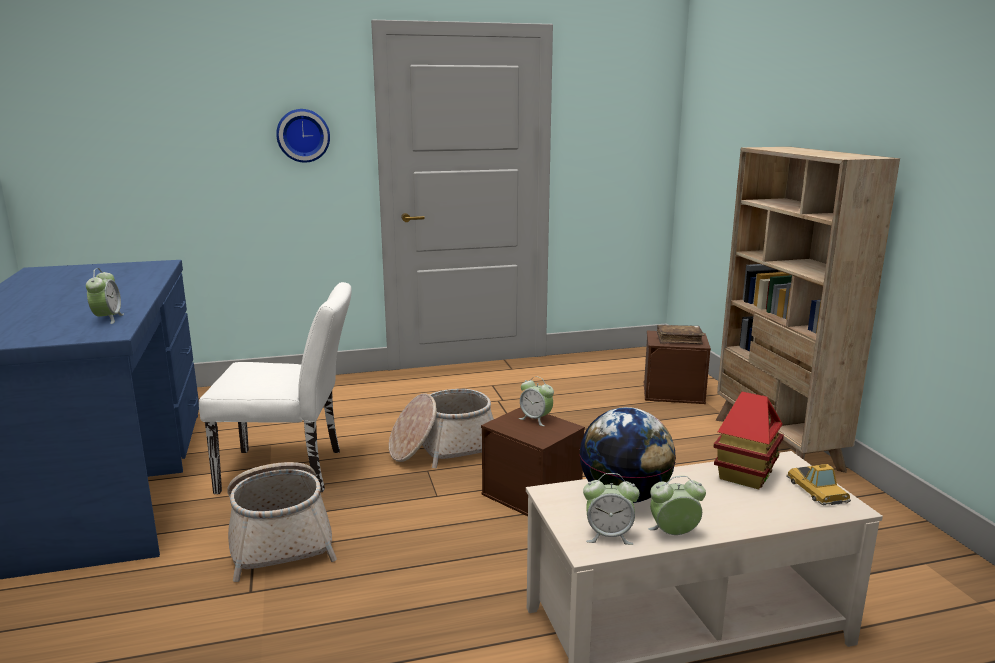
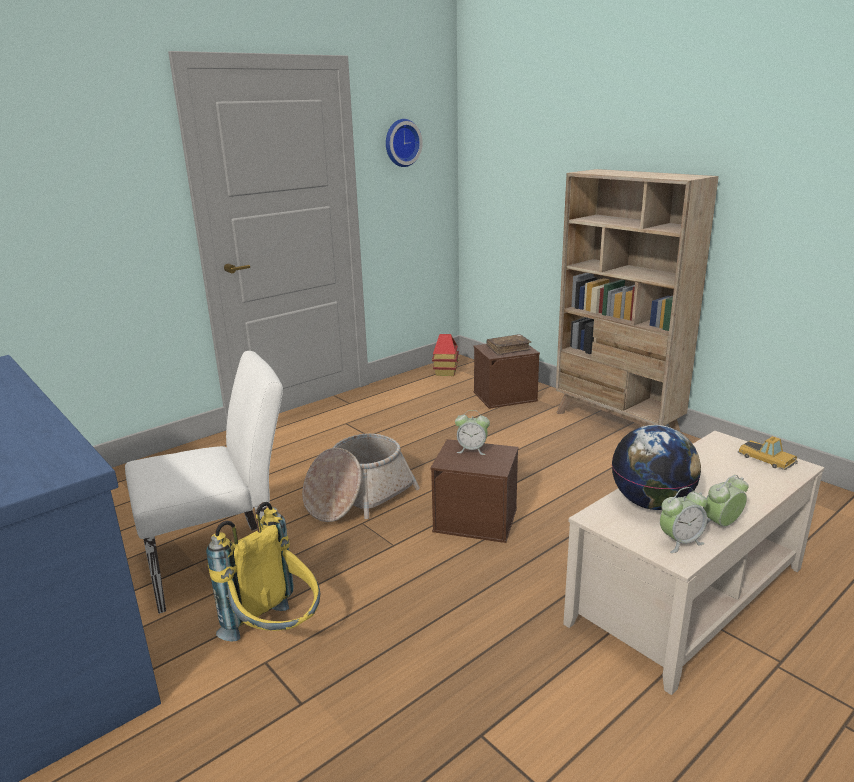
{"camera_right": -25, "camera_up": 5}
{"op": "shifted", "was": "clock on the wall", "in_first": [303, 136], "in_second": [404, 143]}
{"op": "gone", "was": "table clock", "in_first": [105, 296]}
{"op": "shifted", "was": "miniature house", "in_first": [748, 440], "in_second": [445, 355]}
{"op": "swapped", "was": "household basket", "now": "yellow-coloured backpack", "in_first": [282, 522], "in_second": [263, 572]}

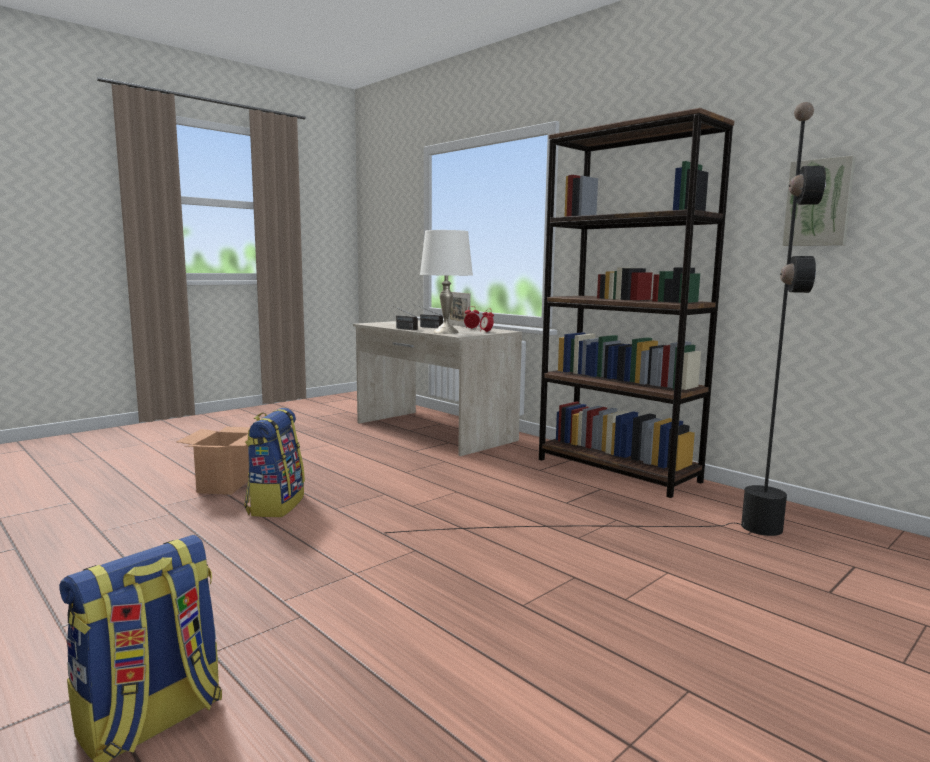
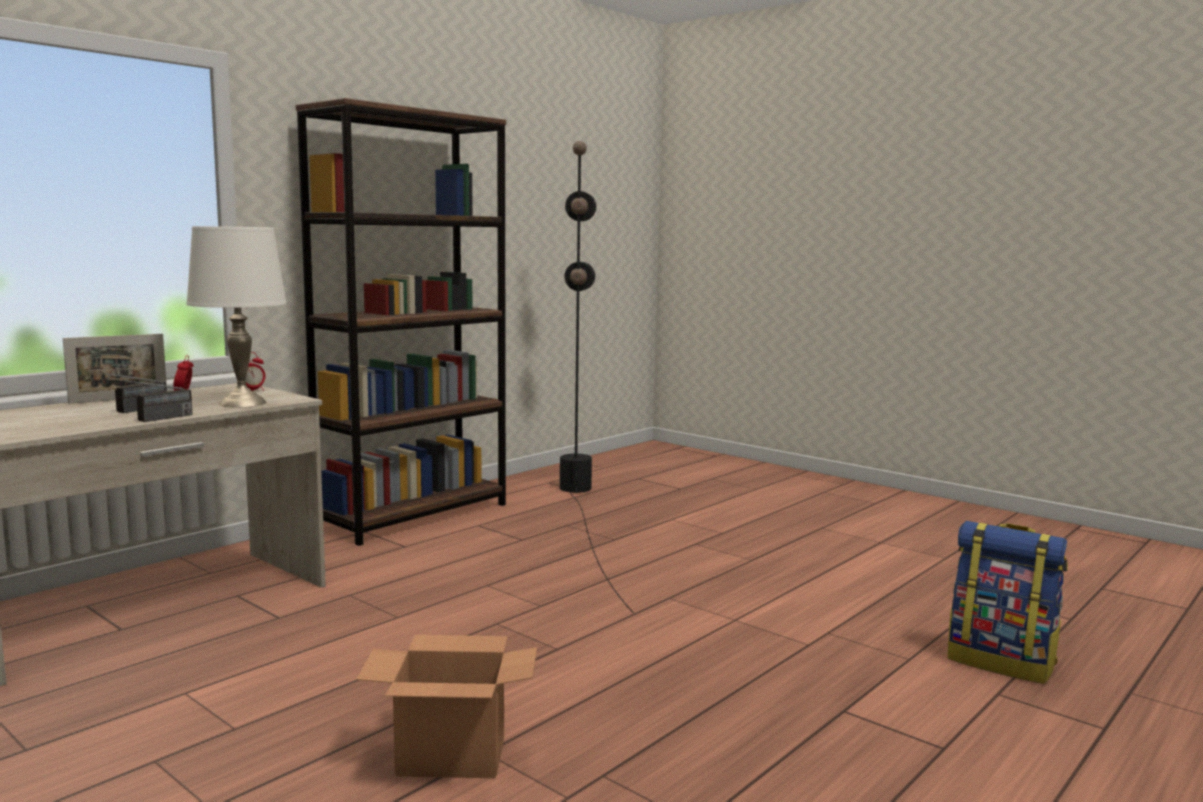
{"camera_right": -95, "camera_up": 0}
{"op": "gone", "was": "picture", "in_first": [819, 200]}
{"op": "gone", "was": "backpack", "in_first": [274, 462]}

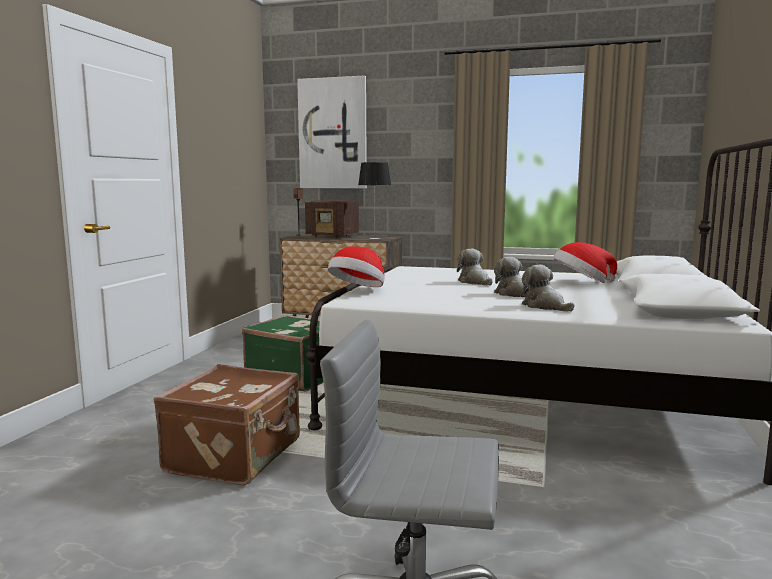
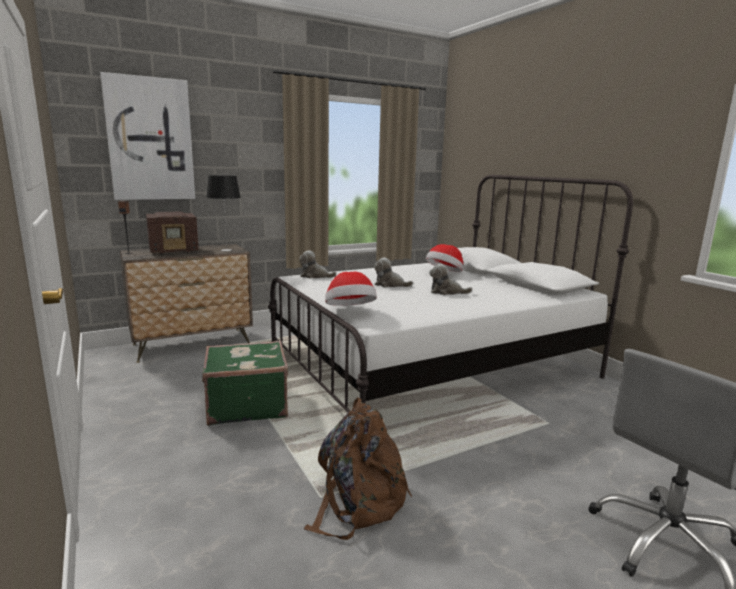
{"camera_right": -45, "camera_up": 5}
{"op": "shifted", "was": "soft toy", "in_first": [548, 288], "in_second": [318, 264]}
{"op": "swapped", "was": "brown suitcase", "now": "brown backpack", "in_first": [227, 425], "in_second": [358, 468]}

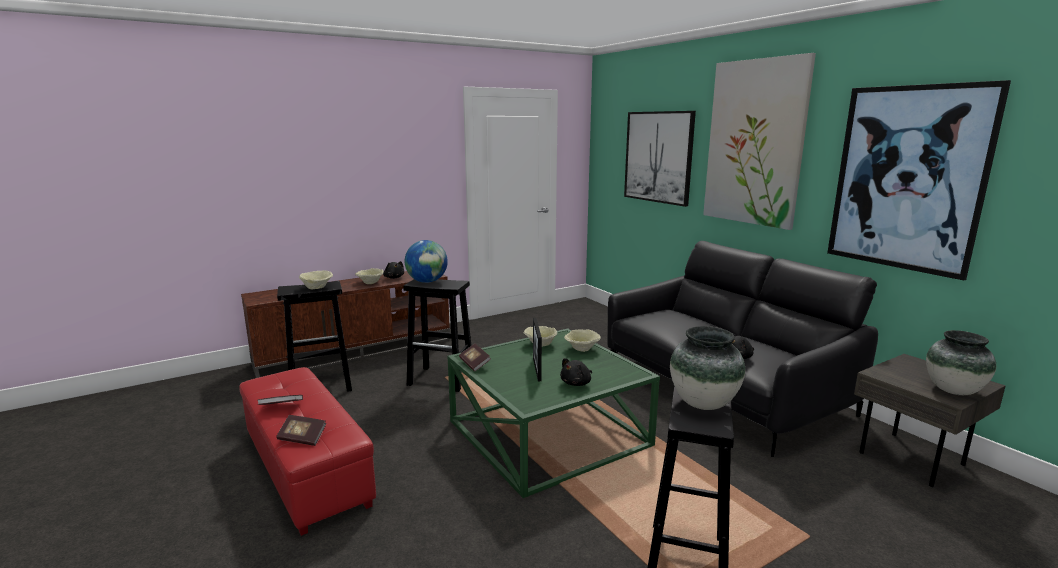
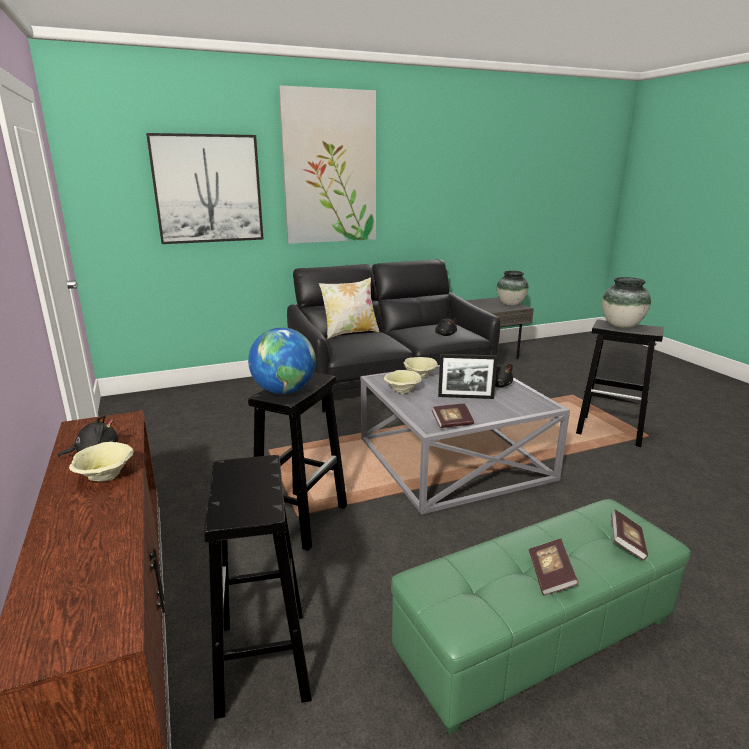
{"camera_right": -80, "camera_up": 5}
{"op": "gone", "was": "picture", "in_first": [919, 180]}
{"op": "gone", "was": "beige bowl", "in_first": [316, 279]}
{"op": "repainted", "was": "greenish lounge table", "now": "gray lounge table", "in_first": [553, 413], "in_second": [465, 439]}
{"op": "repainted", "was": "red pouffe", "now": "greenish pouffe", "in_first": [307, 451], "in_second": [541, 617]}
{"op": "new", "now": "pillow", "in_second": [349, 308]}

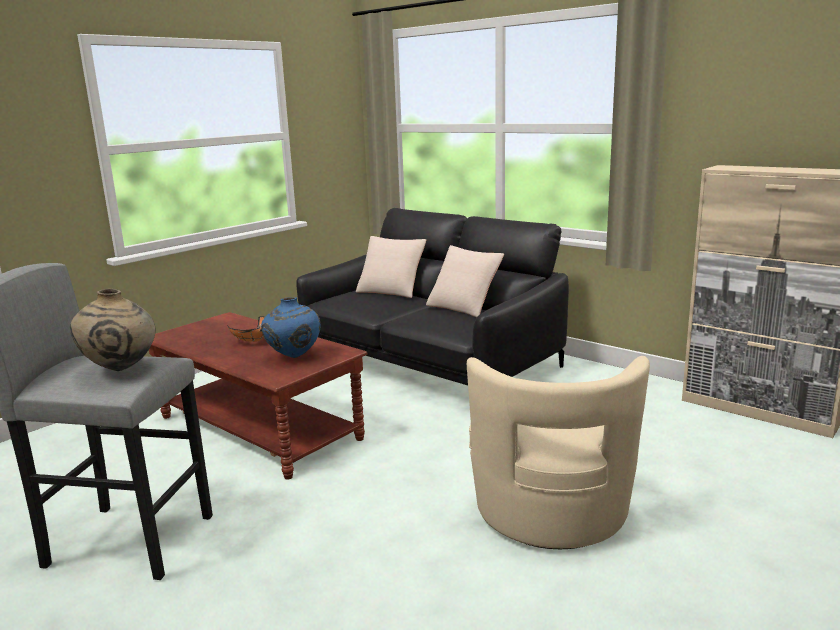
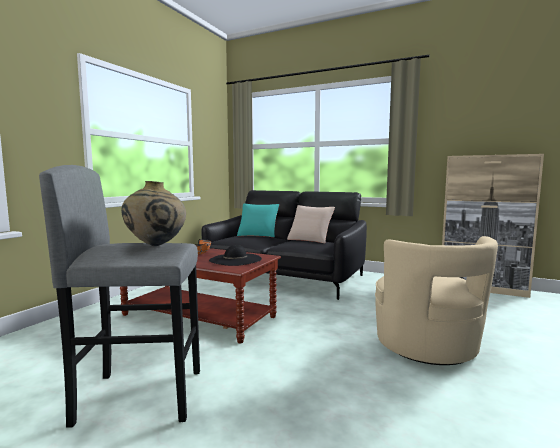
{"camera_right": -15, "camera_up": -10}
{"op": "repainted", "was": "beige pillow", "now": "turquoise-coloured pillow", "in_first": [391, 267], "in_second": [258, 220]}
{"op": "swapped", "was": "blue decorative vase", "now": "black clothing hat", "in_first": [291, 327], "in_second": [235, 255]}

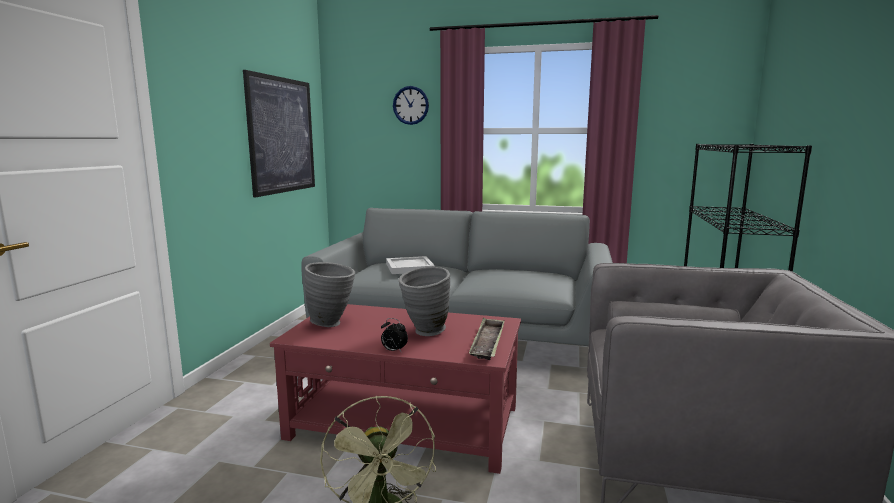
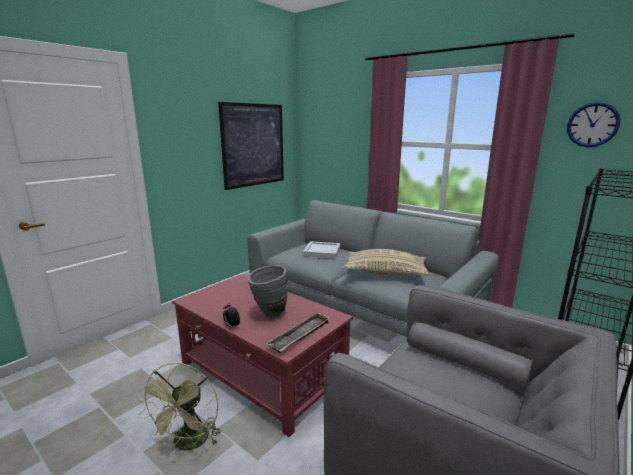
{"camera_right": 25, "camera_up": 5}
{"op": "shifted", "was": "clock on the wall", "in_first": [411, 105], "in_second": [593, 124]}
{"op": "gone", "was": "gray decorative vase", "in_first": [330, 294]}
{"op": "new", "now": "beige pillow", "in_second": [386, 262]}

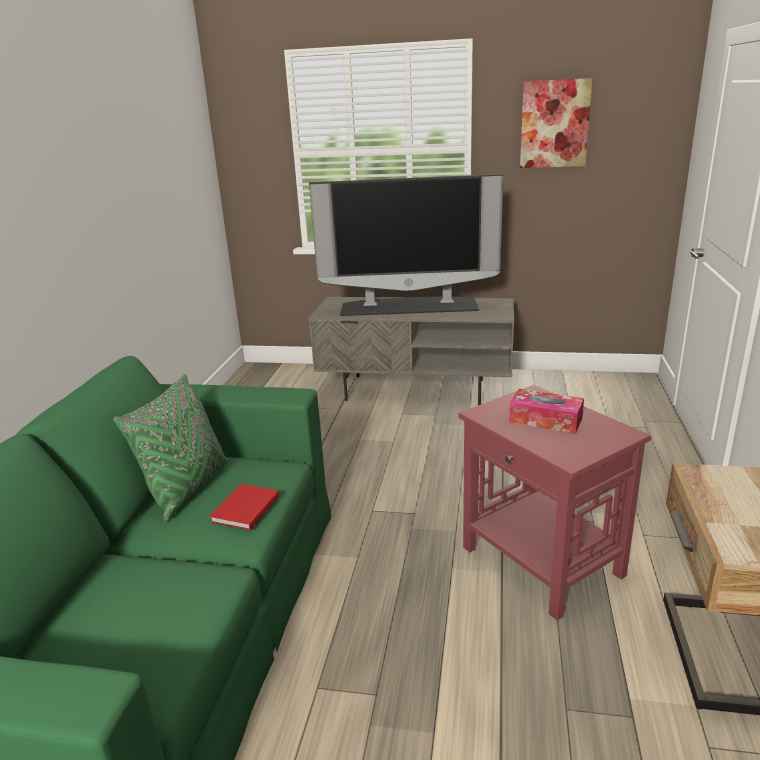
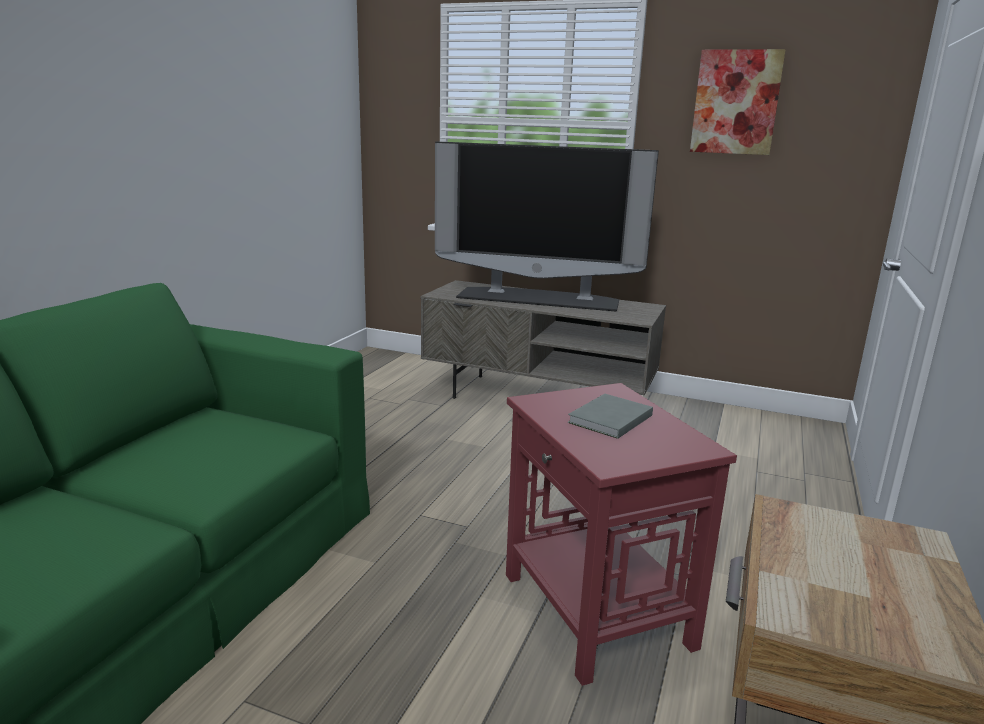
{"camera_right": 10, "camera_up": -5}
{"op": "gone", "was": "greenish pillow", "in_first": [170, 448]}
{"op": "swapped", "was": "tissue box", "now": "gray book", "in_first": [546, 411], "in_second": [610, 416]}
{"op": "gone", "was": "red book", "in_first": [244, 507]}

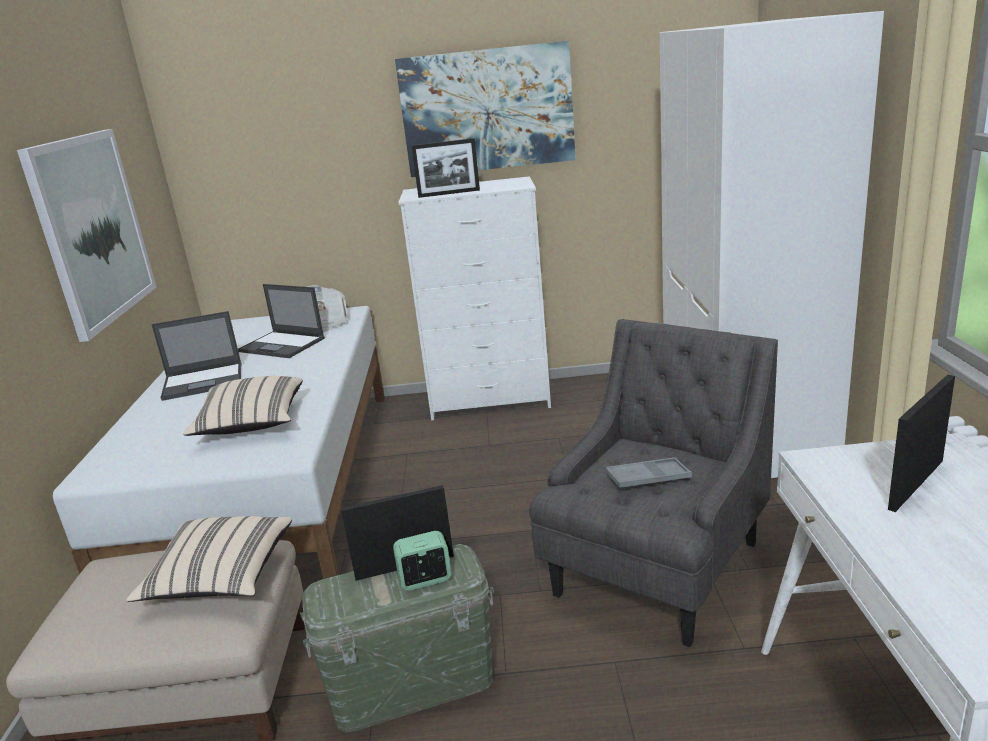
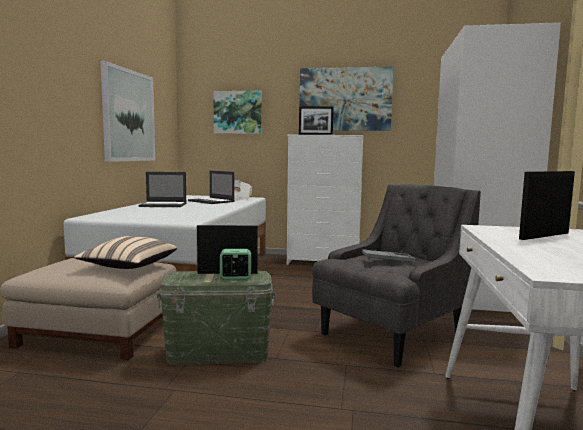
{"camera_right": 10, "camera_up": -15}
{"op": "gone", "was": "beige pillow", "in_first": [243, 406]}
{"op": "new", "now": "picture", "in_second": [237, 112]}

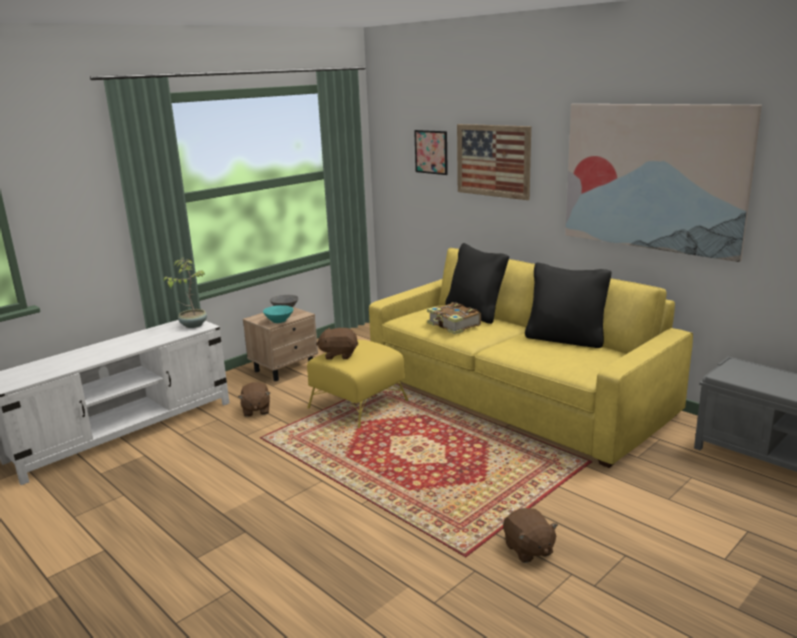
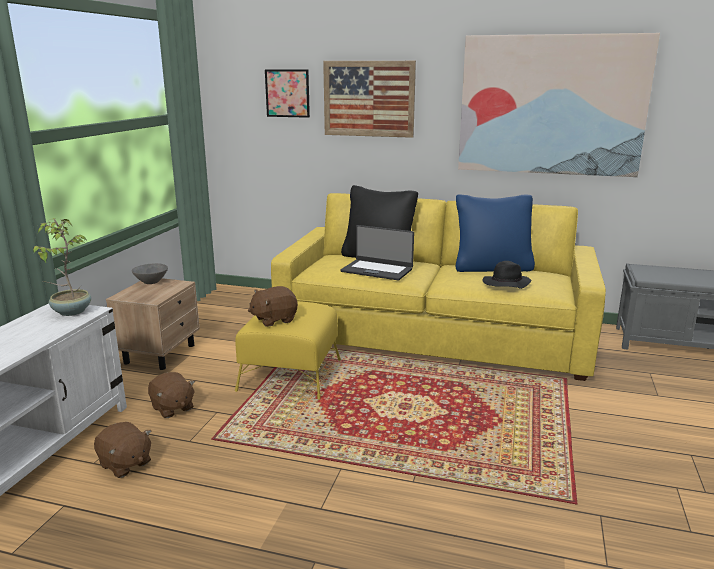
{"camera_right": -30, "camera_up": 0}
{"op": "repainted", "was": "black pillow", "now": "blue pillow", "in_first": [568, 305], "in_second": [495, 233]}
{"op": "swapped", "was": "book", "now": "laptop", "in_first": [454, 318], "in_second": [377, 253]}
{"op": "gone", "was": "turquoise-coloured bowl", "in_first": [278, 314]}
{"op": "shifted", "was": "brown soft toy", "in_first": [530, 535], "in_second": [122, 450]}
{"op": "new", "now": "black clothing hat", "in_second": [506, 275]}

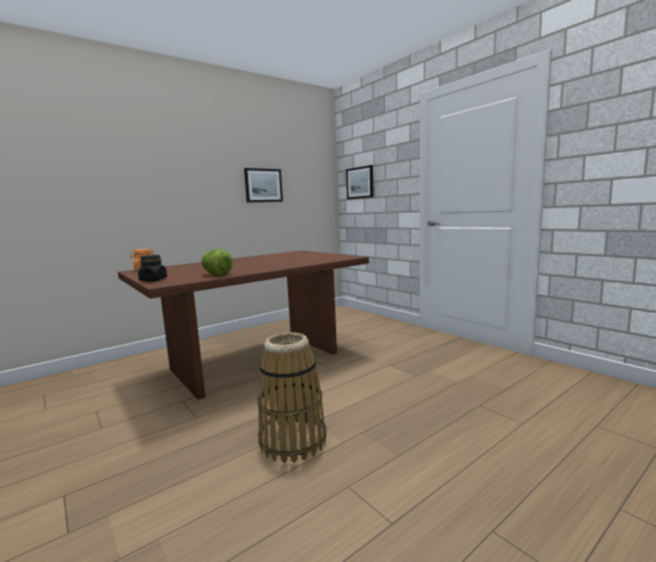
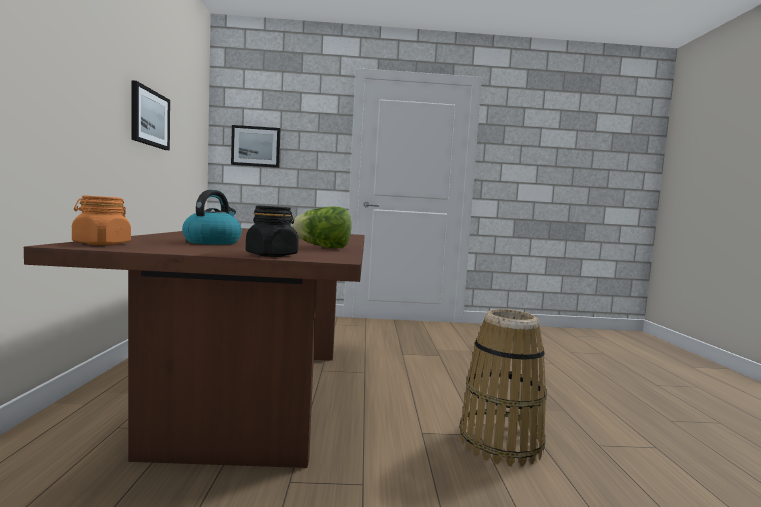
{"camera_right": -55, "camera_up": -5}
{"op": "new", "now": "water kettle", "in_second": [212, 217]}

